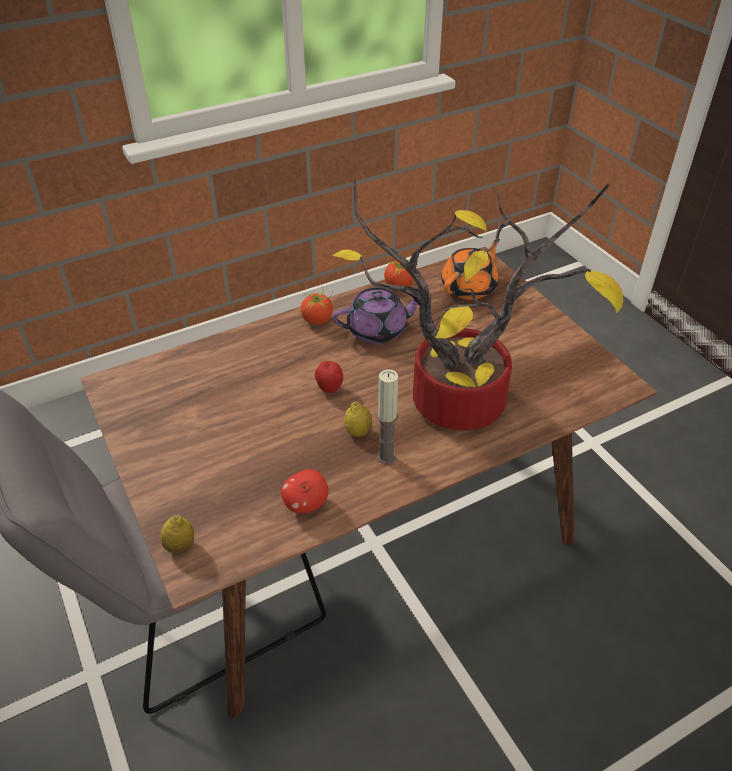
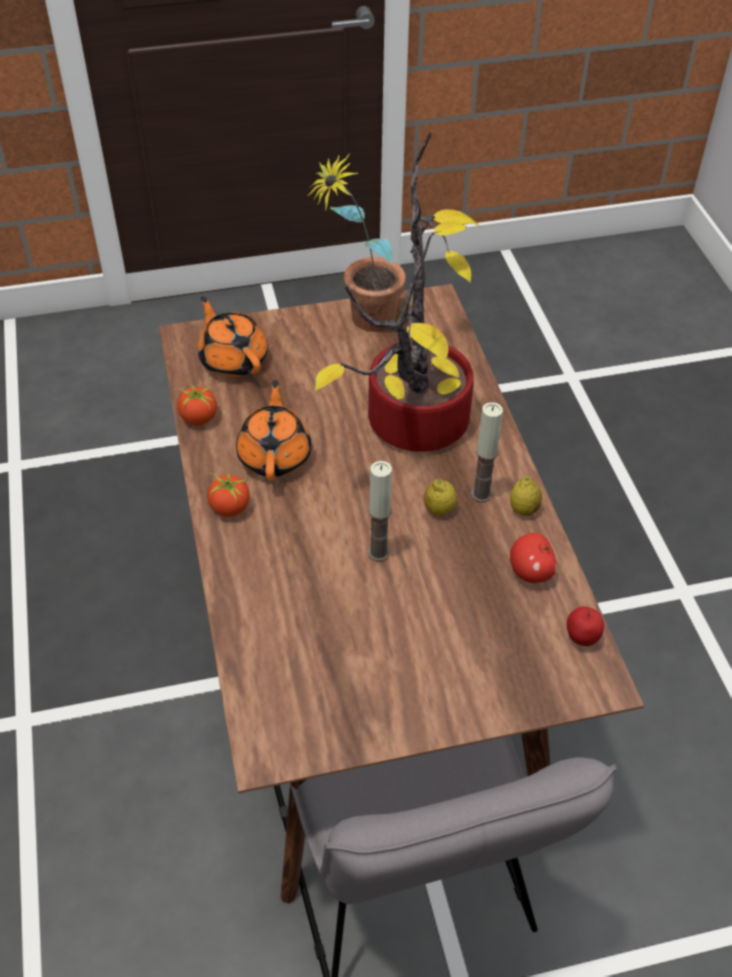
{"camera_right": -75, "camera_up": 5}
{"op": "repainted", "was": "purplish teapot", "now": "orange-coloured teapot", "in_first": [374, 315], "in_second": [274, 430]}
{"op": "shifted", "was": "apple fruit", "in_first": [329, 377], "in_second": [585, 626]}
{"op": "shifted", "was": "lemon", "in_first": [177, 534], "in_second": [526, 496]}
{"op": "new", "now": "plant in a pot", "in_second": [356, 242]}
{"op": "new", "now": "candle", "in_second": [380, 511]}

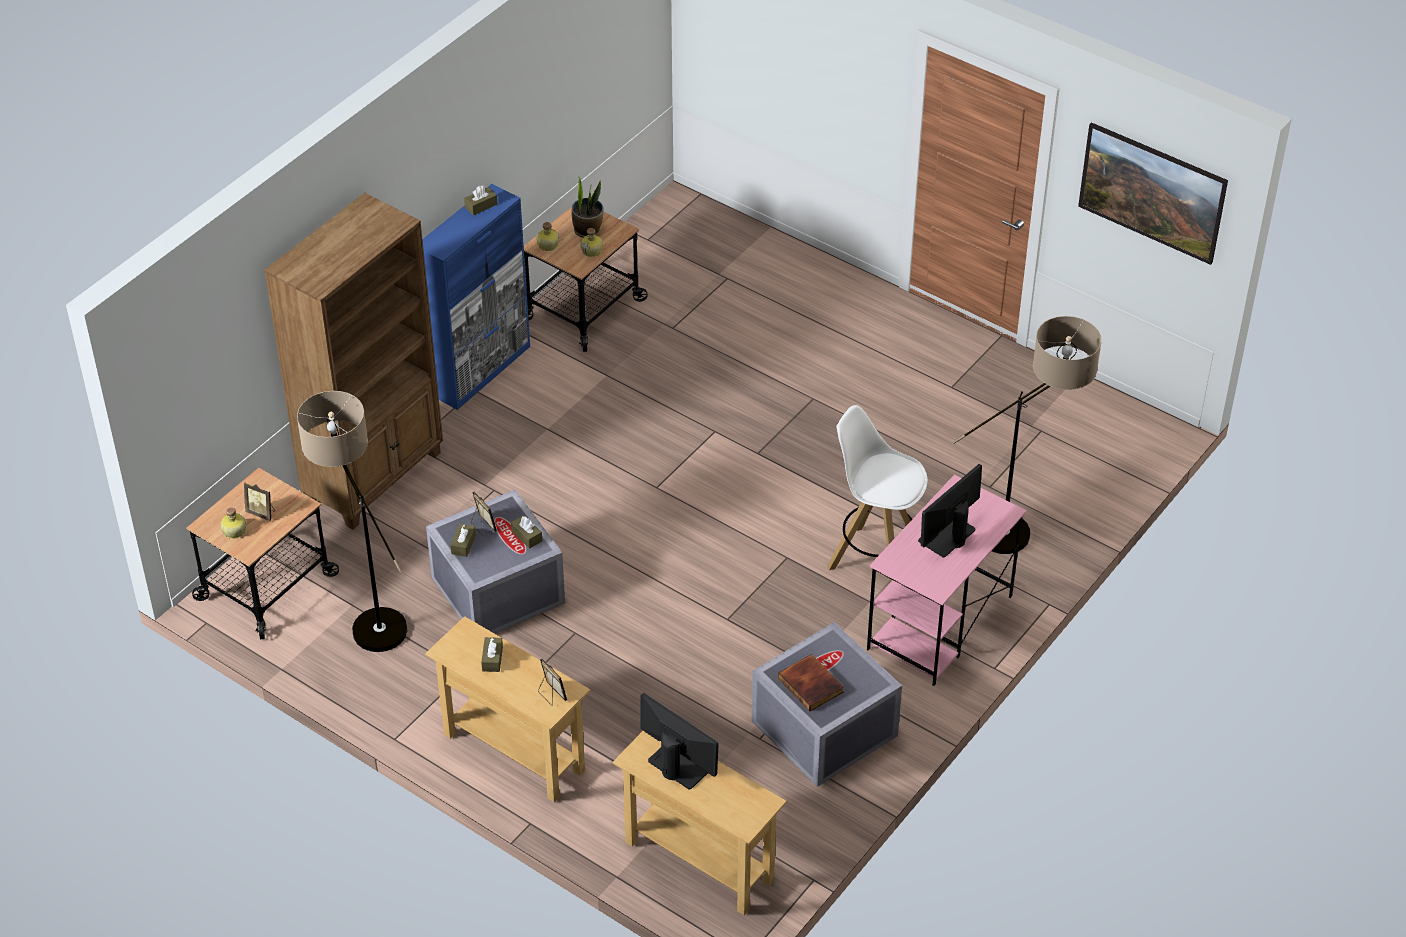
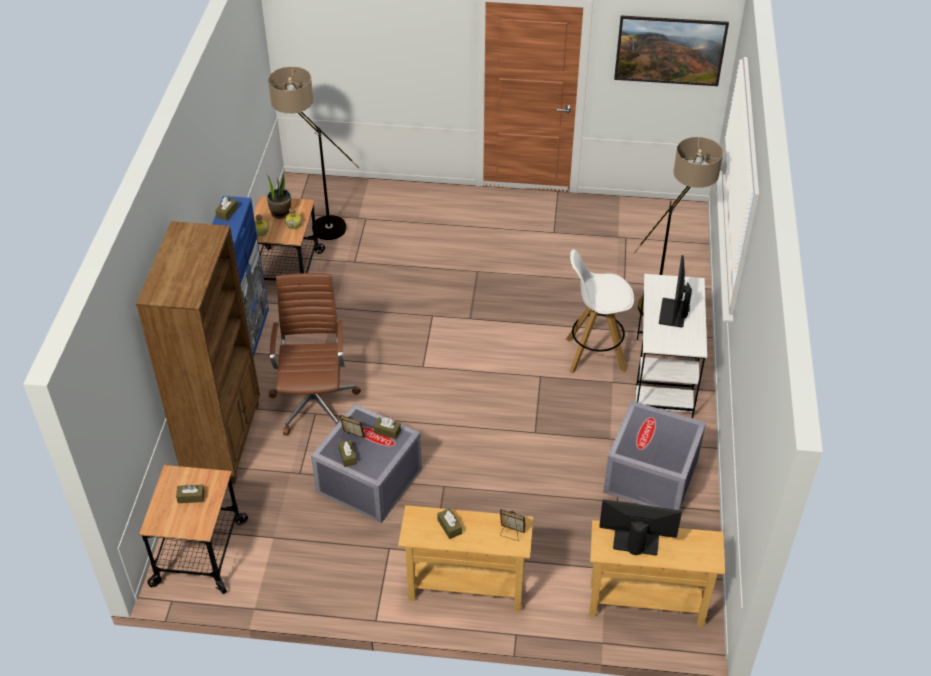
{"camera_right": -30, "camera_up": 0}
{"op": "shifted", "was": "floor lamp", "in_first": [352, 521], "in_second": [313, 153]}
{"op": "repainted", "was": "pink-coloured desk table", "now": "white desk table", "in_first": [946, 580], "in_second": [671, 346]}
{"op": "swapped", "was": "picture frame", "now": "brown tissue box", "in_first": [259, 501], "in_second": [190, 494]}
{"op": "gone", "was": "beverage bottle", "in_first": [233, 523]}
{"op": "gone", "was": "book", "in_first": [810, 682]}
{"op": "new", "now": "brown office chair", "in_second": [315, 354]}

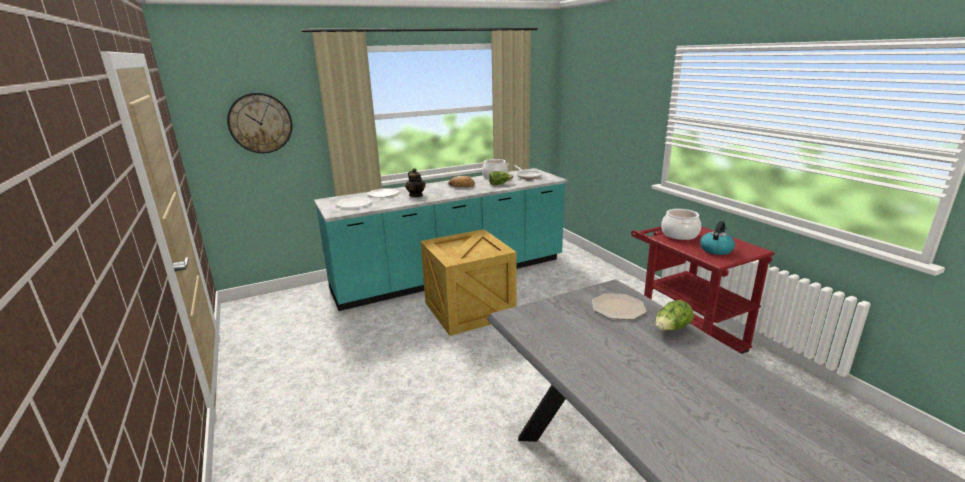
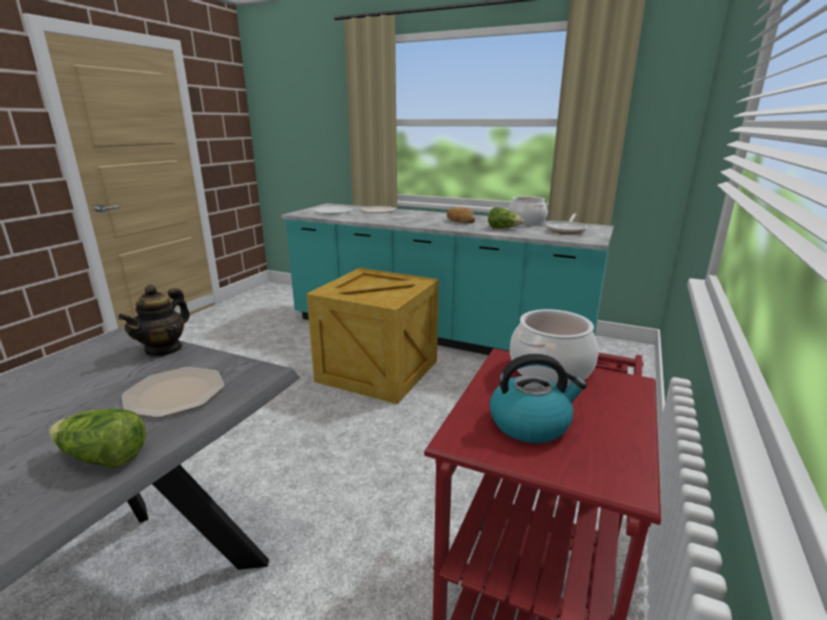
{"camera_right": 50, "camera_up": 0}
{"op": "gone", "was": "clock on the wall", "in_first": [259, 123]}
{"op": "shifted", "was": "teapot", "in_first": [415, 182], "in_second": [154, 321]}

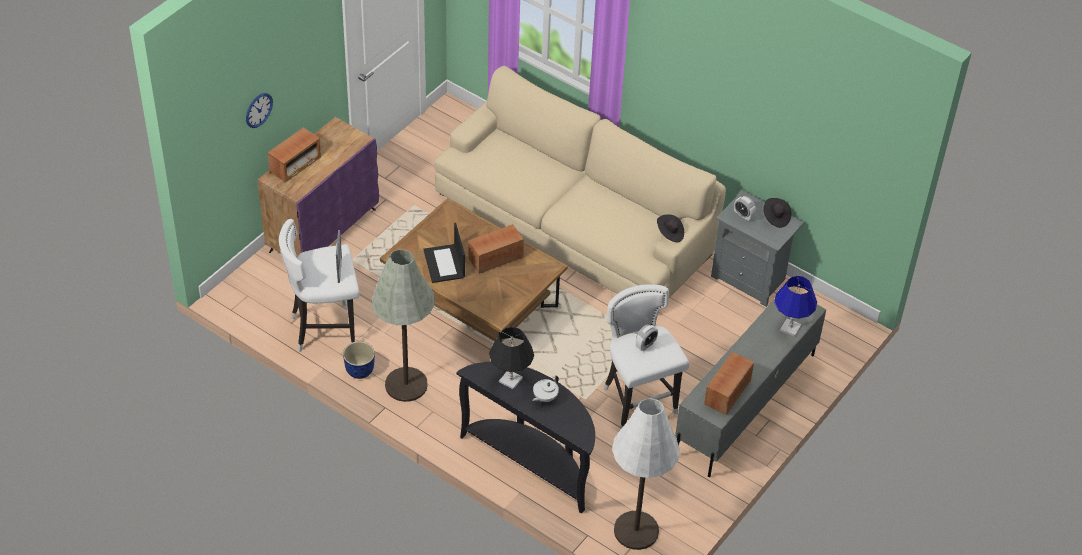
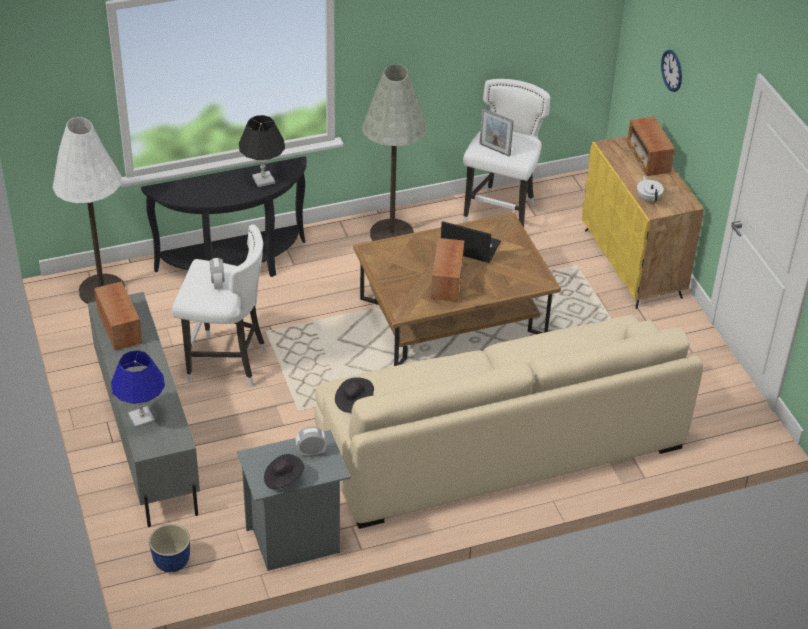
{"camera_right": 125, "camera_up": -5}
{"op": "repainted", "was": "purplish cupboard", "now": "yellow-coloured cupboard", "in_first": [318, 186], "in_second": [643, 222]}
{"op": "shifted", "was": "flower pot", "in_first": [359, 360], "in_second": [169, 548]}
{"op": "shifted", "was": "white teapot", "in_first": [545, 388], "in_second": [650, 189]}

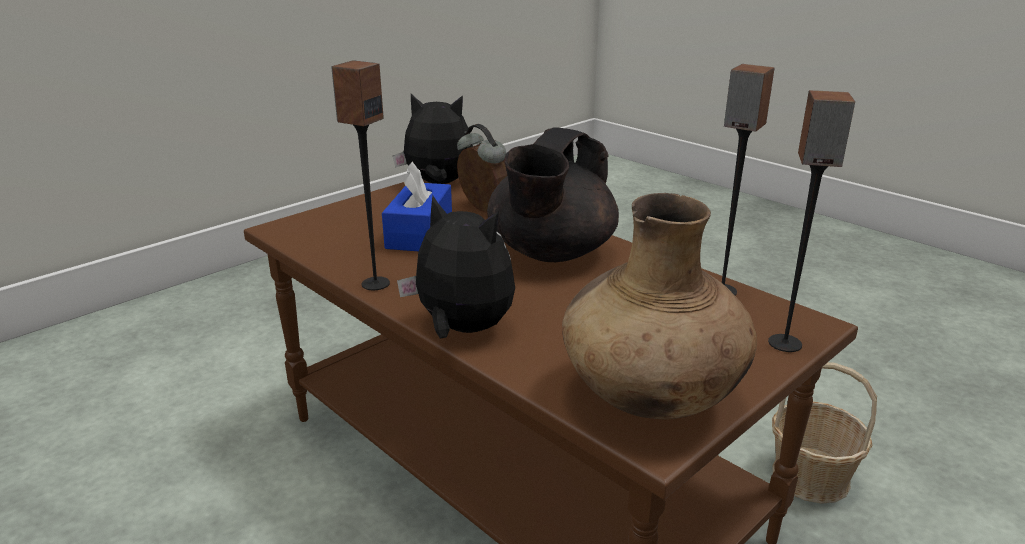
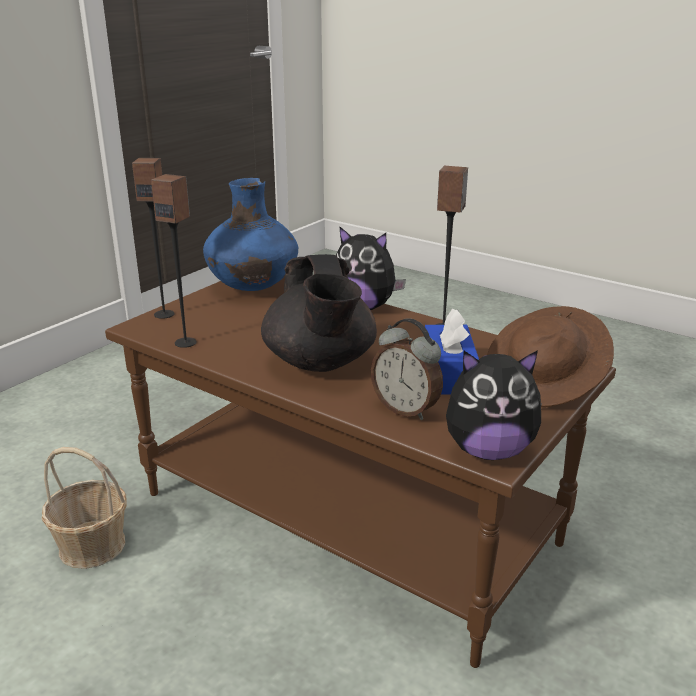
{"camera_right": 170, "camera_up": 0}
{"op": "rotated", "was": "black teapot", "in_first": [553, 194], "in_second": [319, 313], "clockwise": 150}
{"op": "repainted", "was": "brown decorative vase", "now": "blue decorative vase", "in_first": [659, 306], "in_second": [250, 234]}
{"op": "new", "now": "brown clothing hat", "in_second": [550, 356]}

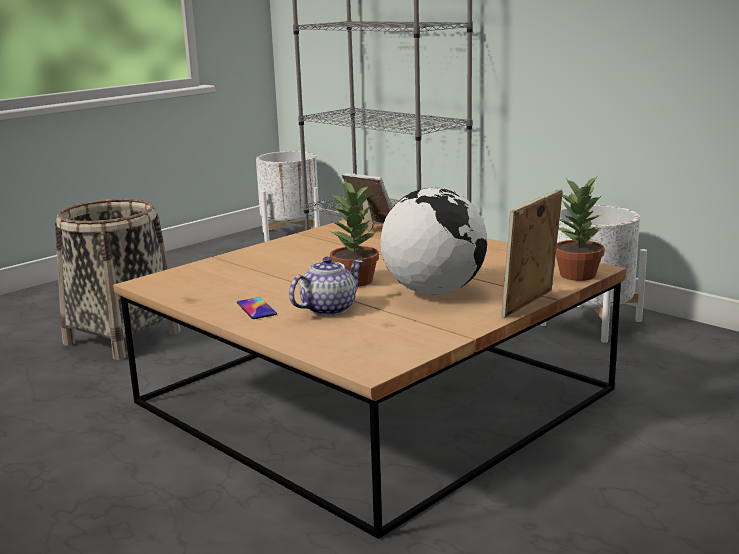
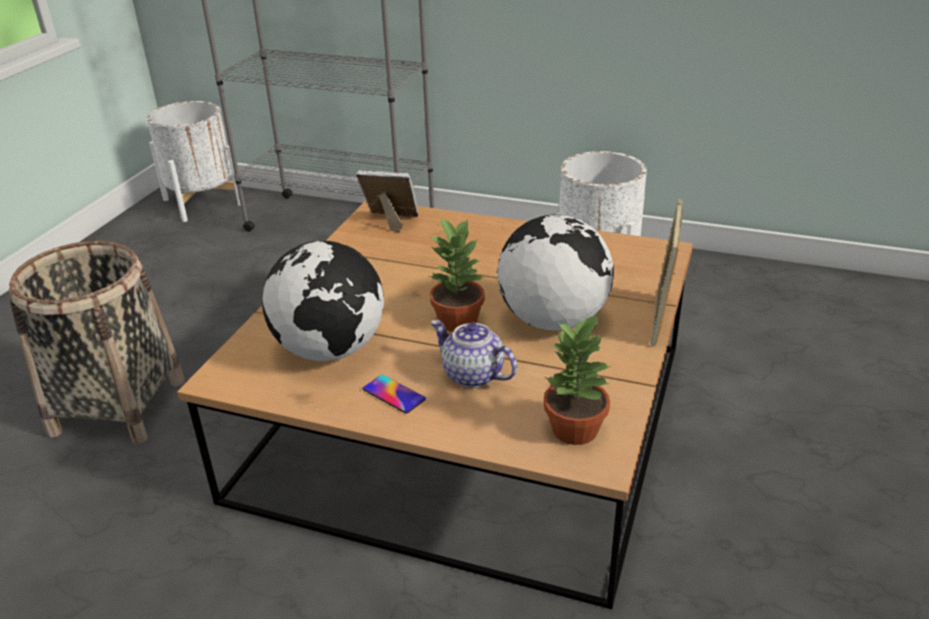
{"camera_right": -25, "camera_up": 15}
{"op": "shifted", "was": "plant in a pot", "in_first": [580, 228], "in_second": [578, 379]}
{"op": "rotated", "was": "teapot", "in_first": [326, 286], "in_second": [474, 354], "clockwise": -75}
{"op": "new", "now": "globe", "in_second": [323, 301]}

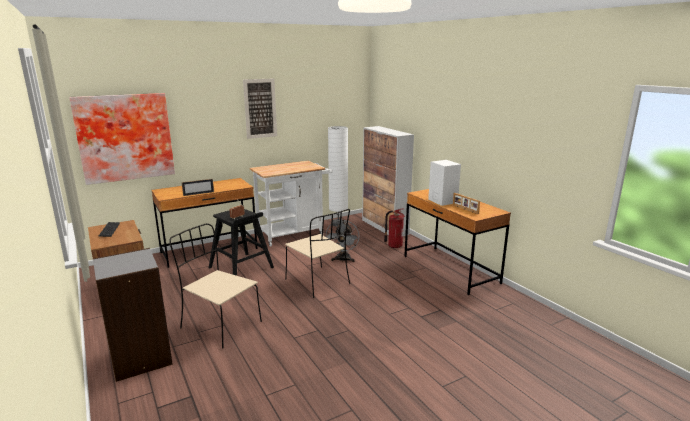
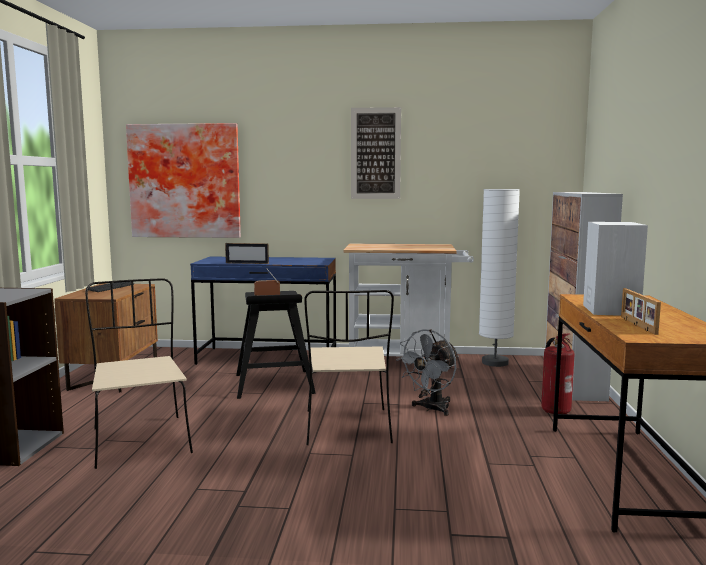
{"camera_right": 35, "camera_up": -10}
{"op": "repainted", "was": "brown desk table", "now": "blue desk table", "in_first": [204, 223], "in_second": [263, 311]}

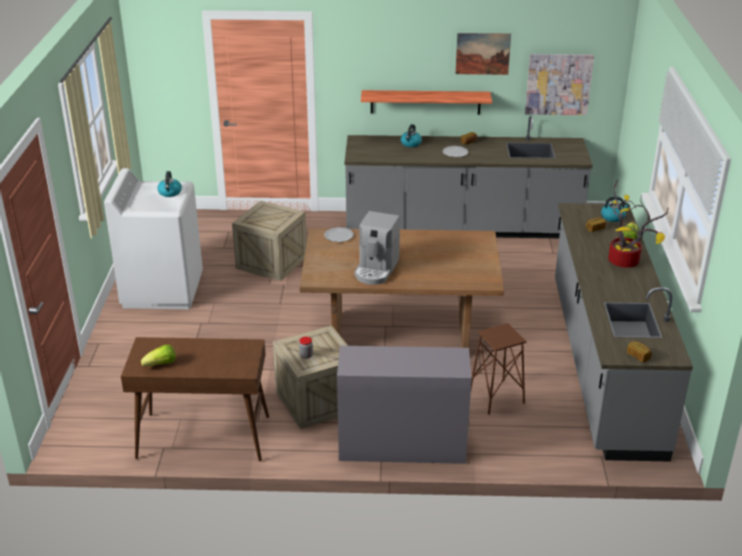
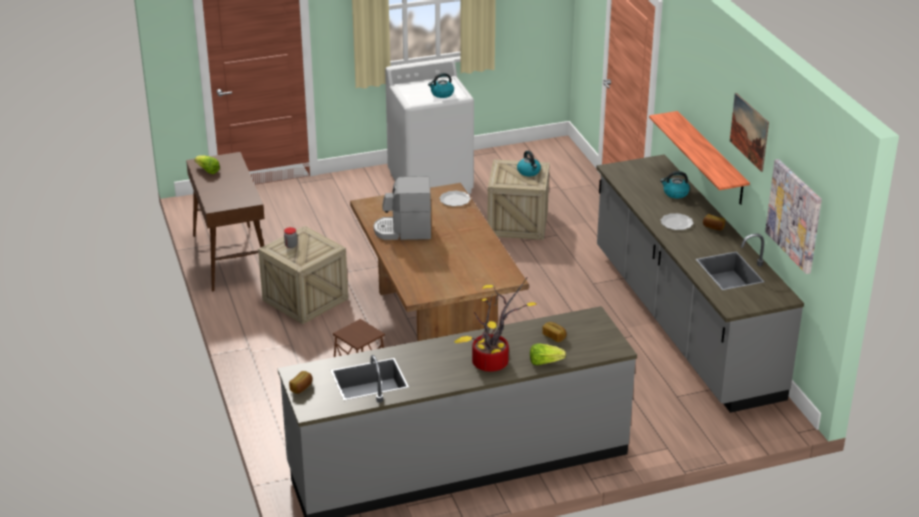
{"camera_right": 70, "camera_up": 0}
{"op": "shifted", "was": "water kettle", "in_first": [615, 209], "in_second": [529, 163]}
{"op": "gone", "was": "gray desk table", "in_first": [404, 405]}

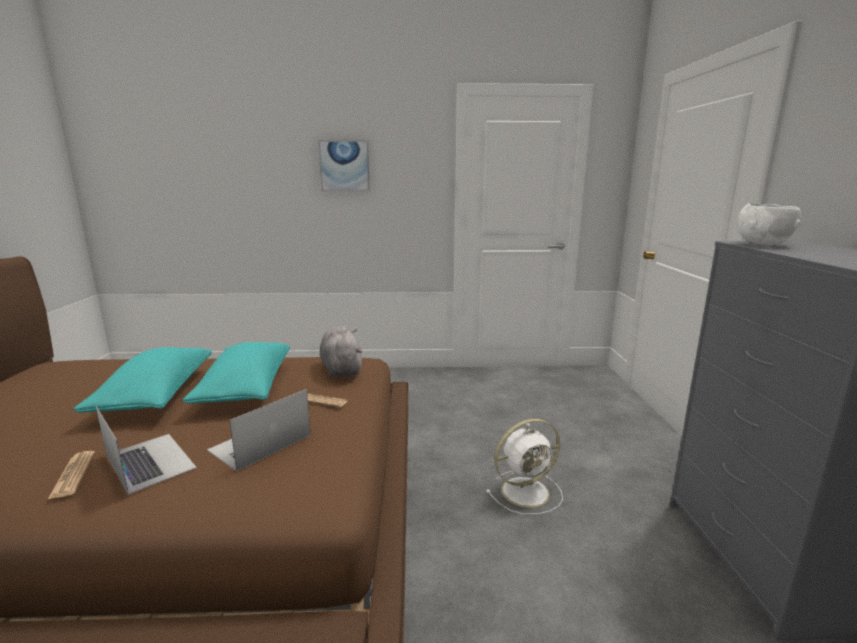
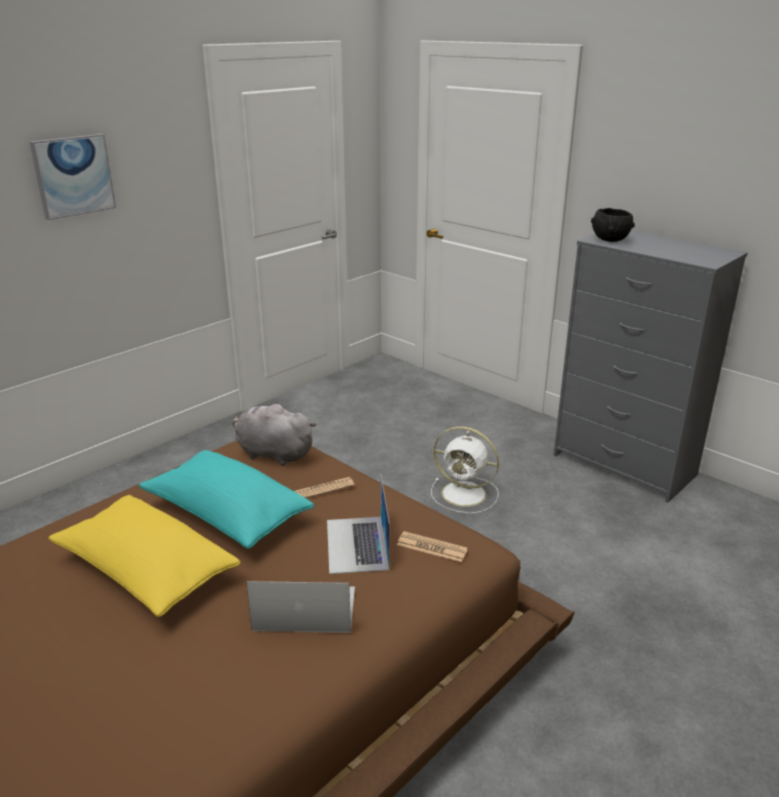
{"camera_right": -45, "camera_up": 10}
{"op": "repainted", "was": "white bowl", "now": "black bowl", "in_first": [769, 224], "in_second": [613, 225]}
{"op": "repainted", "was": "turquoise-coloured pillow", "now": "yellow-coloured pillow", "in_first": [143, 380], "in_second": [144, 556]}
{"op": "rotated", "was": "white cooling fan", "in_first": [524, 467], "in_second": [465, 470], "clockwise": 90}
{"op": "shifted", "was": "daily paper", "in_first": [71, 475], "in_second": [432, 546]}

